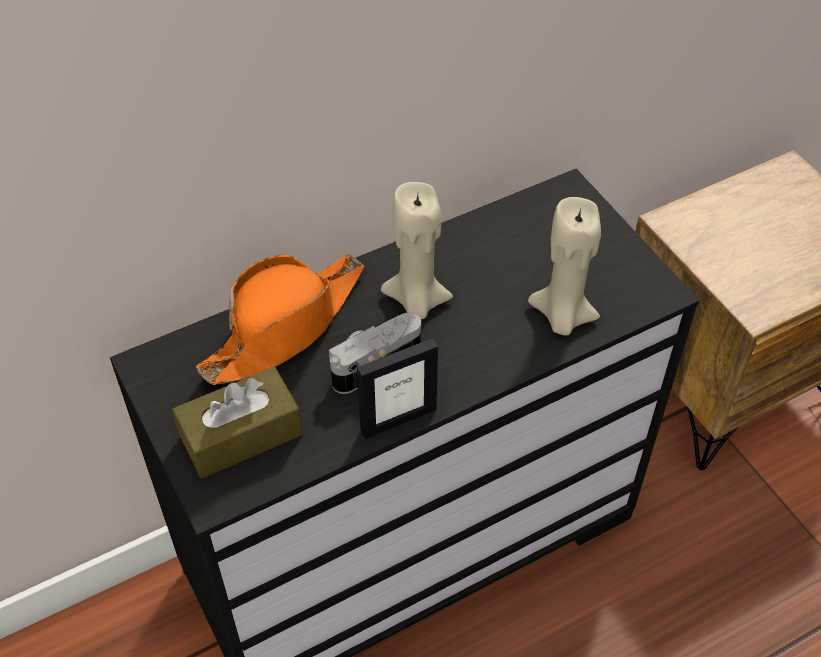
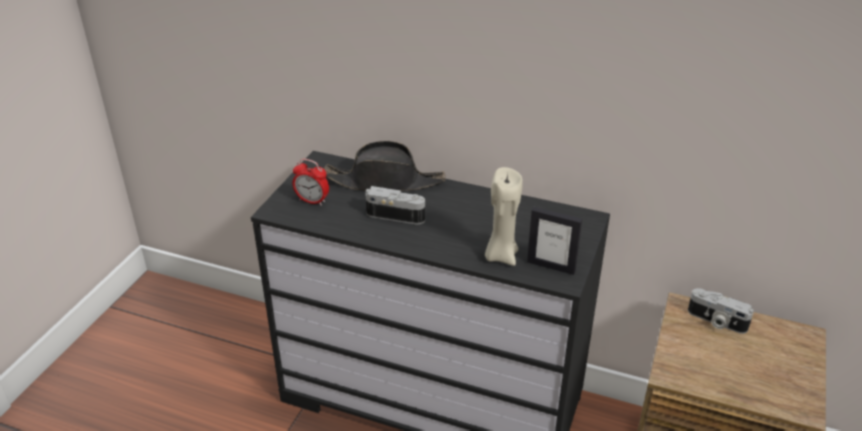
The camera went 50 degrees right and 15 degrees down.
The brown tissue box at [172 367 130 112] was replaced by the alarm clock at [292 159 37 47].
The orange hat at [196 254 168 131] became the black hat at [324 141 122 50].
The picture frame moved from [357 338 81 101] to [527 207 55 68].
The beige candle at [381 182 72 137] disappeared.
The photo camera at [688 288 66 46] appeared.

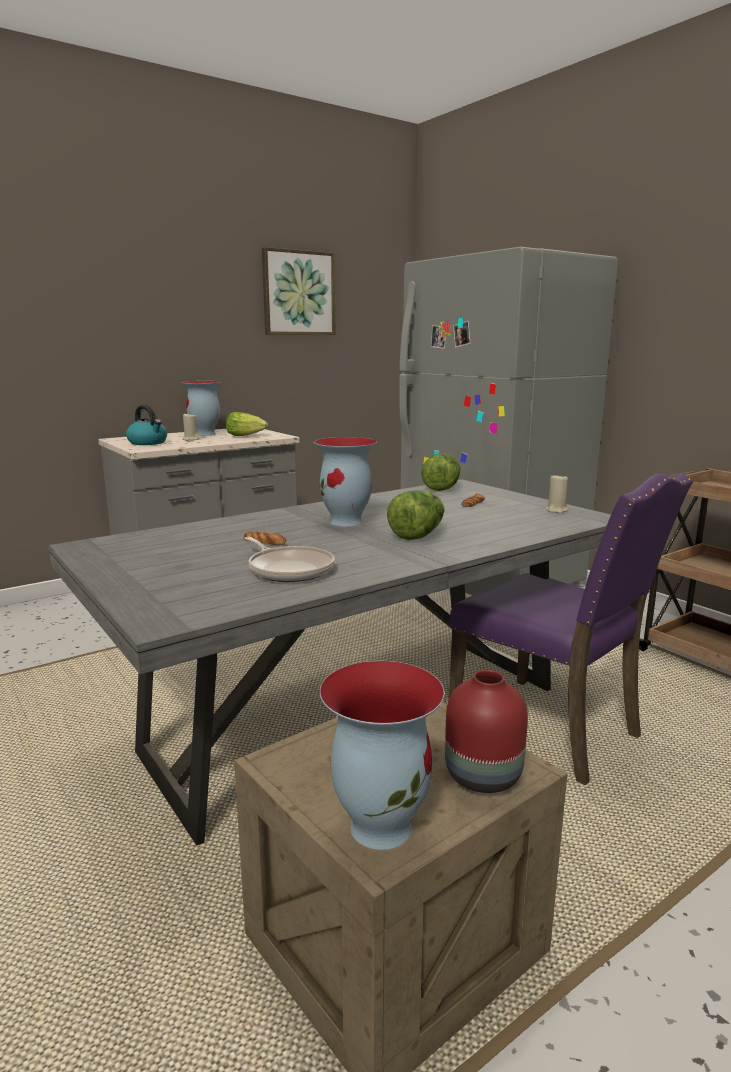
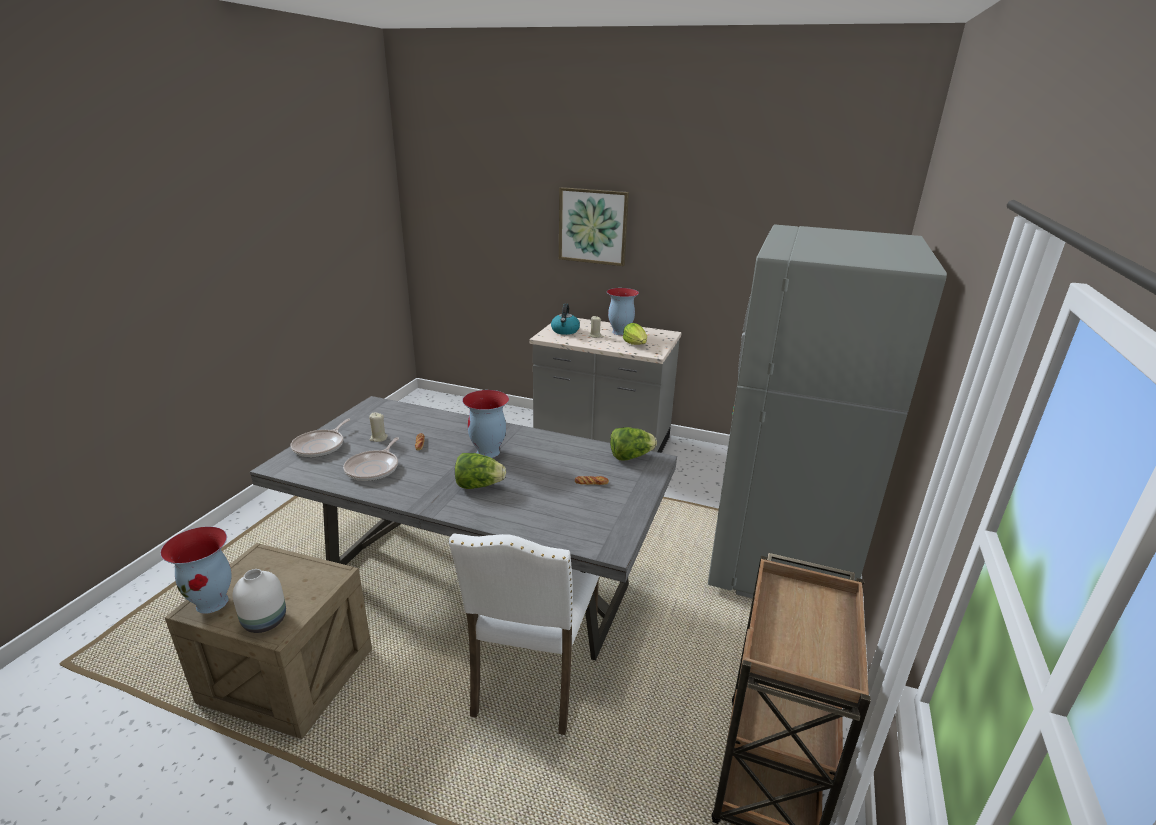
The camera went 55 degrees right and 10 degrees up.
The picture moved from [262 247 74 88] to [559 187 70 79].
The red vase at [445 670 83 123] became the white vase at [233 569 53 64].
The purple chair at [449 473 244 312] became the white chair at [449 533 151 202].
The beige candle moved from [546 475 22 38] to [369 412 19 30].
The frying pan at [291 419 59 38] appeared.

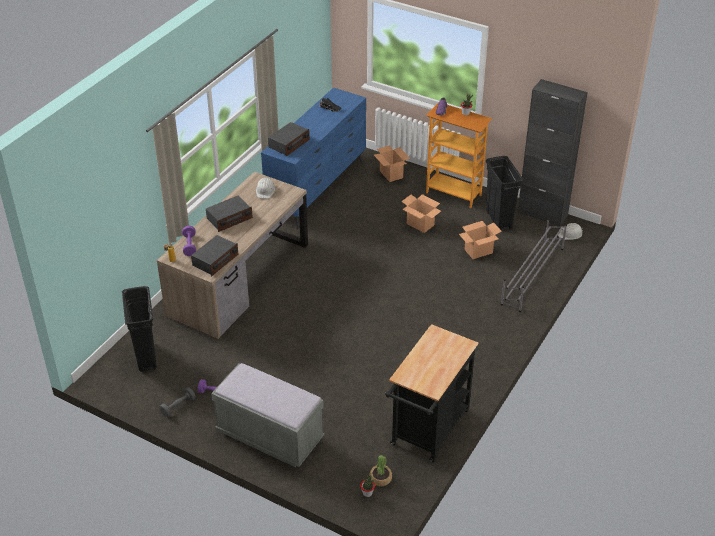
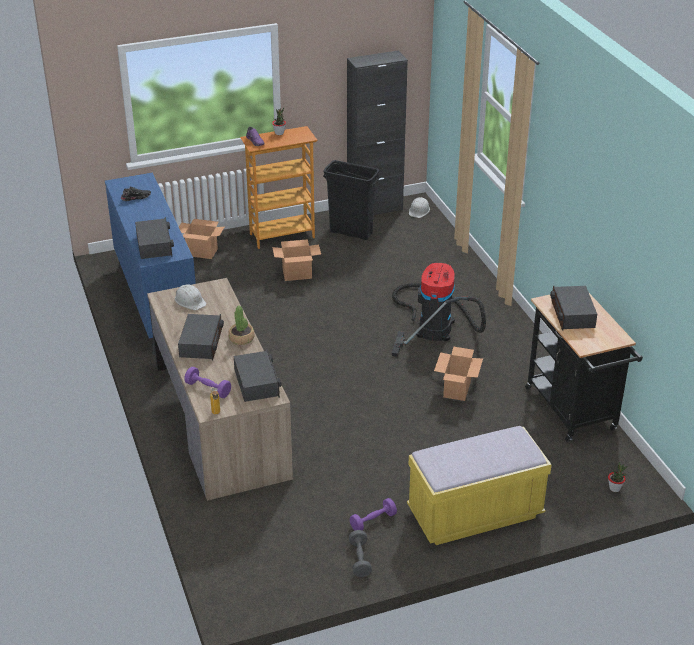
The camera went 50 degrees left and 5 degrees down.
The black trash can at [122 286 35 86] disappeared.
The grey bench at [211 363 113 104] became the yellow bench at [407 426 145 119].
The potted plant moved from [369 455 23 32] to [228 306 27 39].
The cardboard box moved from [459 221 43 38] to [434 347 49 54].
The grey shoe rack at [501 218 66 94] disappeared.
The vacuum cleaner at [392 263 94 94] appeared.
The radio at [550 285 47 46] appeared.

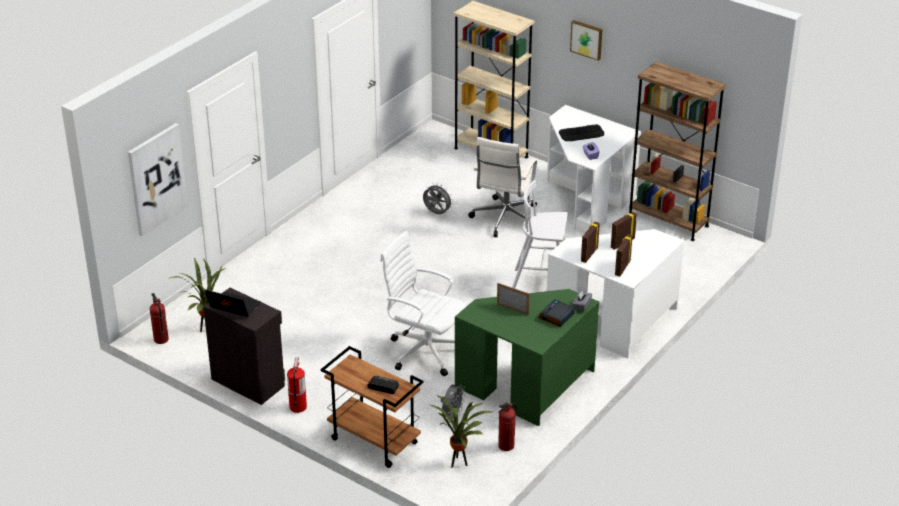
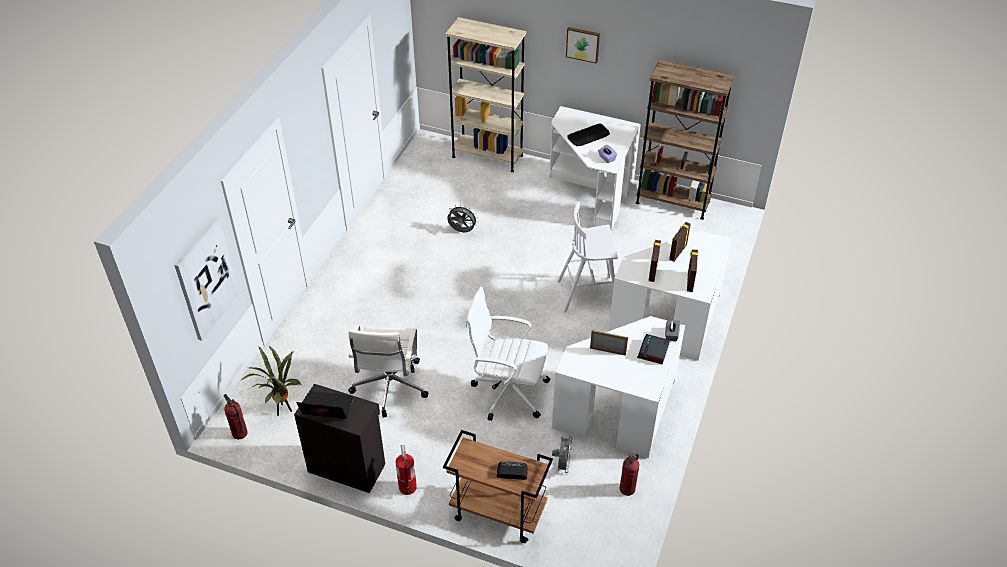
The camera went 15 degrees left and 10 degrees up.
The potted plant at [430 395 62 73] disappeared.
The green desk at [455 289 144 137] became the white desk at [552 316 133 142].
The white office chair moved from [468 137 70 100] to [348 325 80 93].

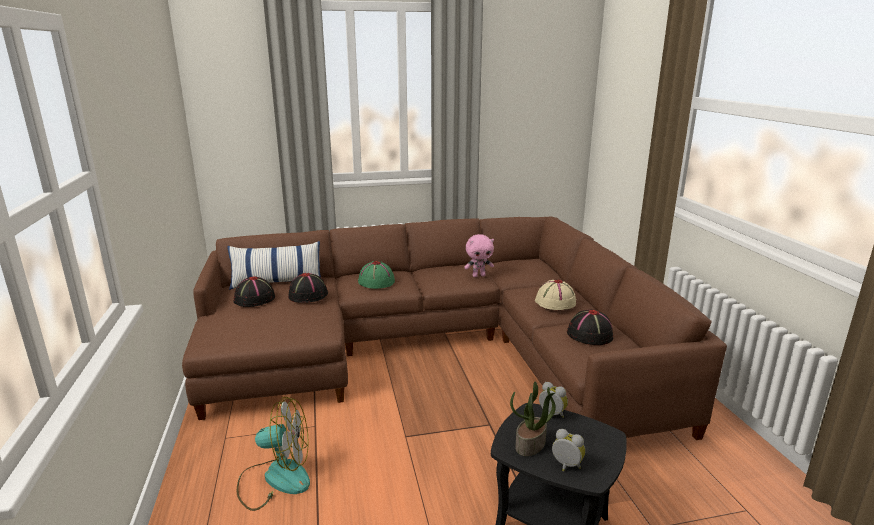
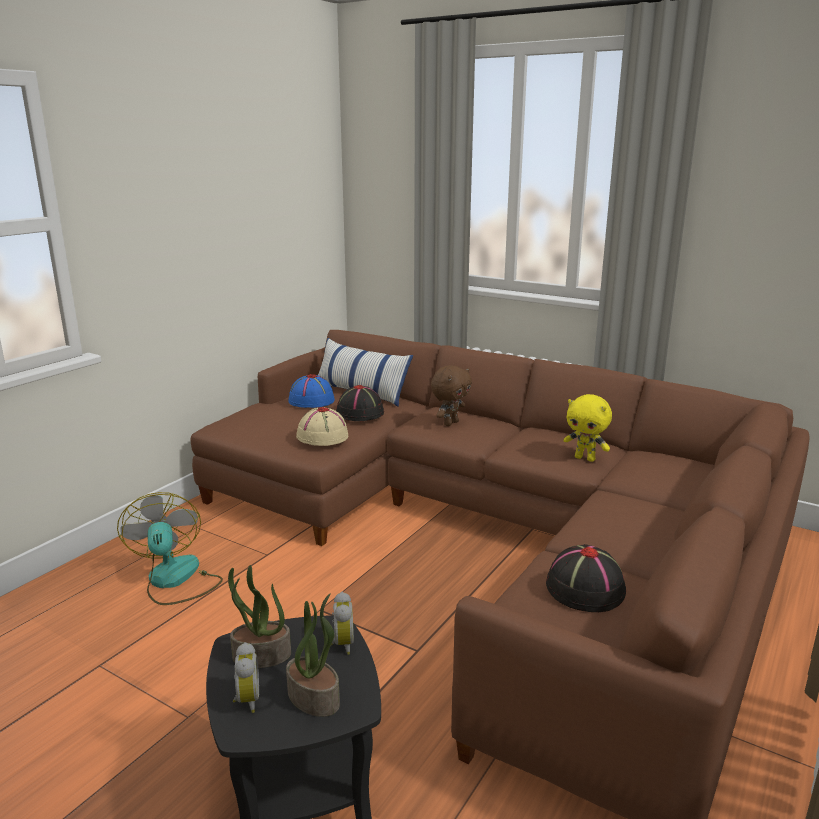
The camera went 45 degrees right and 0 degrees up.
The black hat at [233 276 42 31] became the blue hat at [288 374 47 34].
The fan at [237 397 73 114] turned 150 degrees counterclockwise.
The green hat at [358 261 37 28] was replaced by the brown plush toy at [431 365 41 61].
The pink plush toy at [464 234 30 43] became the yellow plush toy at [563 394 49 68].
The beige hat moved from [535 279 41 31] to [296 407 52 39].
The potted plant at [286 593 54 124] appeared.

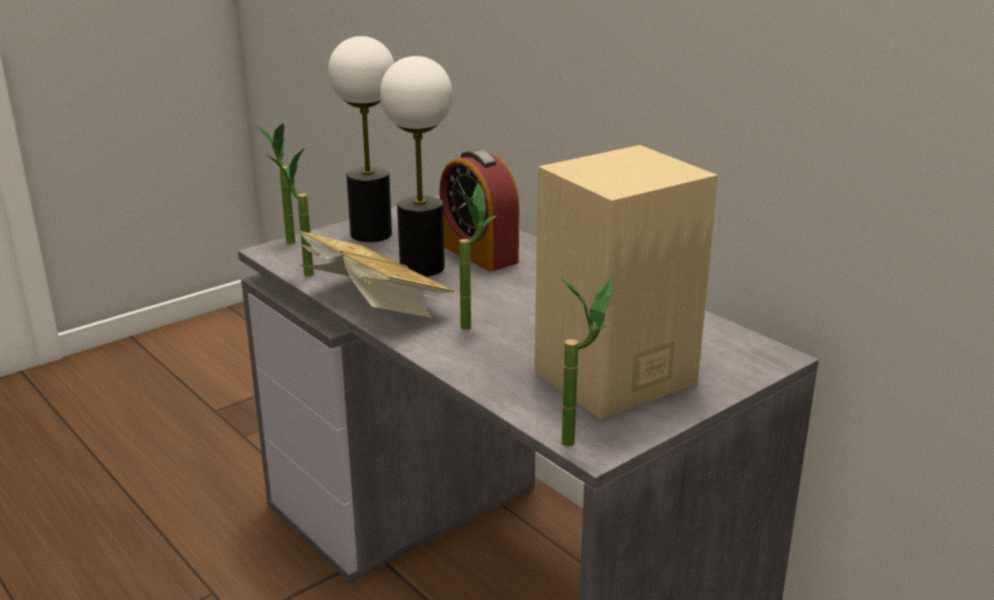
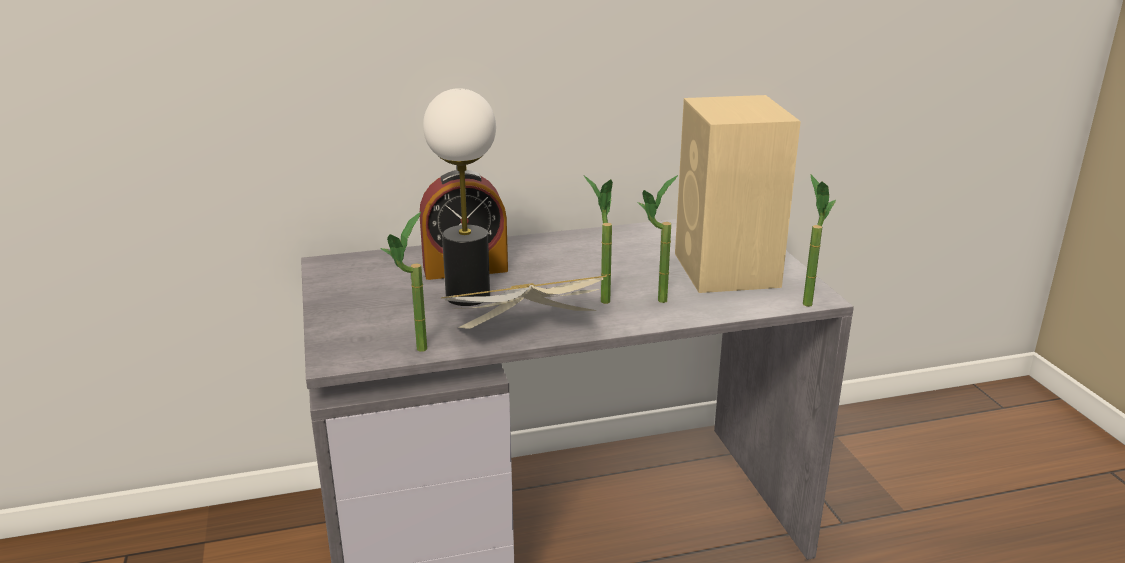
The camera went 65 degrees left and 0 degrees up.
The potted plant moved from [255 123 40 121] to [638 175 40 128].
The table lamp at [328 36 66 206] disappeared.

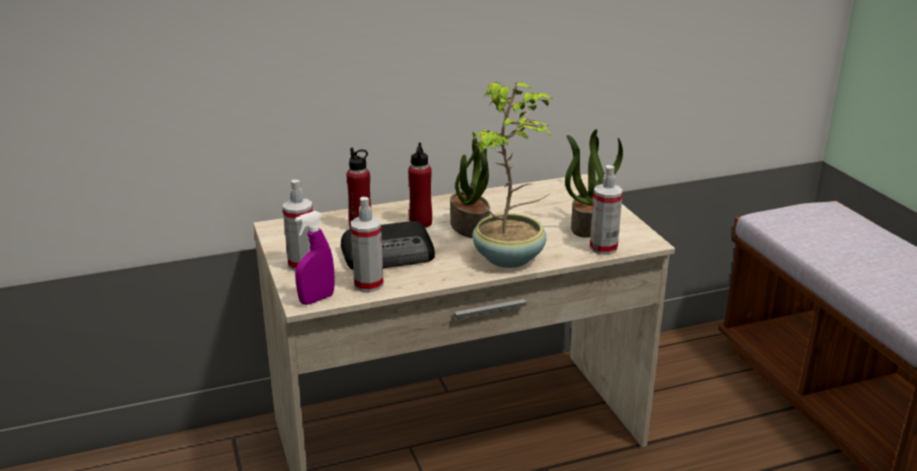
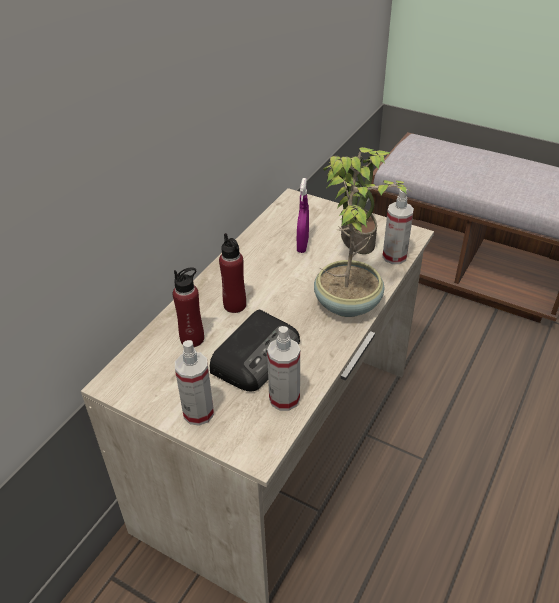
The camera went 40 degrees left and 15 degrees up.
The purple spray bottle moved from [295 211 40 94] to [297 178 12 75].
The potted plant at [450 132 40 106] disappeared.

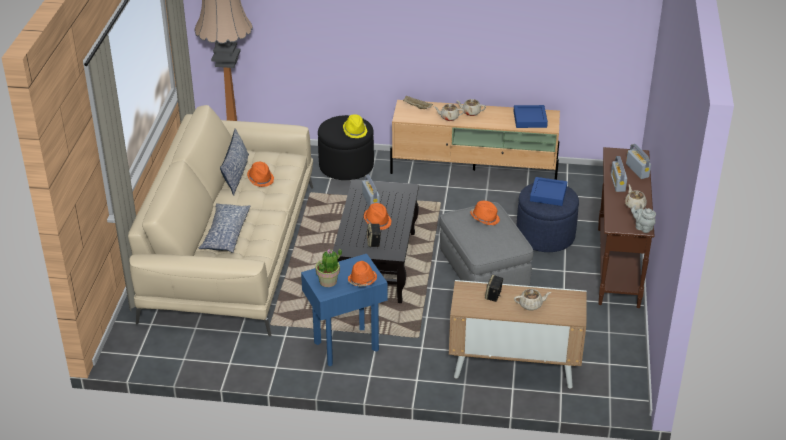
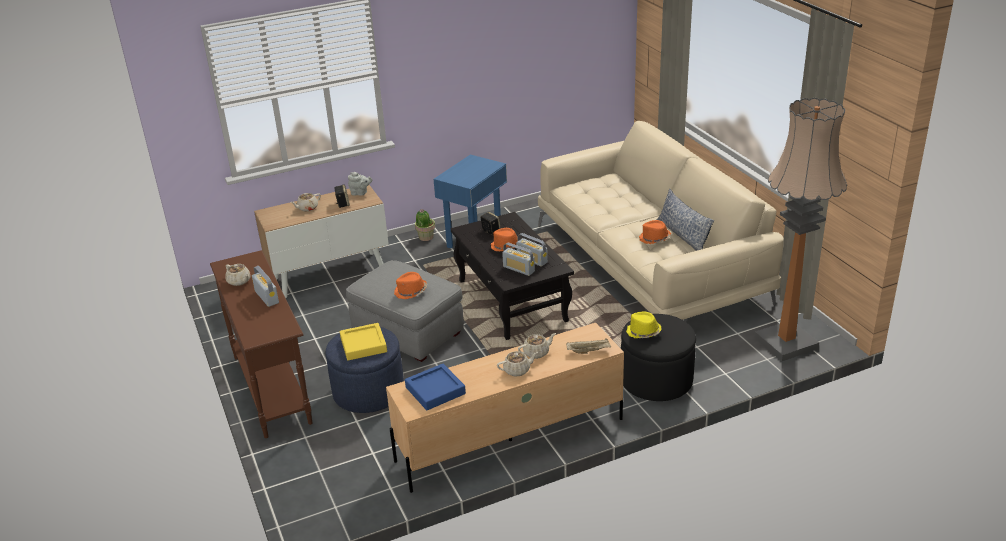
The camera went 150 degrees right and 5 degrees down.
The pillow at [199 203 52 50] disappeared.
The potted plant moved from [315 249 27 38] to [415 209 20 32].
The orange hat at [348 261 29 26] disappeared.
The blue tray at [530 177 37 29] became the yellow tray at [340 323 47 38].
The radio moved from [626 144 25 35] to [502 243 33 33].
The grey teapot moved from [631 205 25 28] to [348 172 25 24].

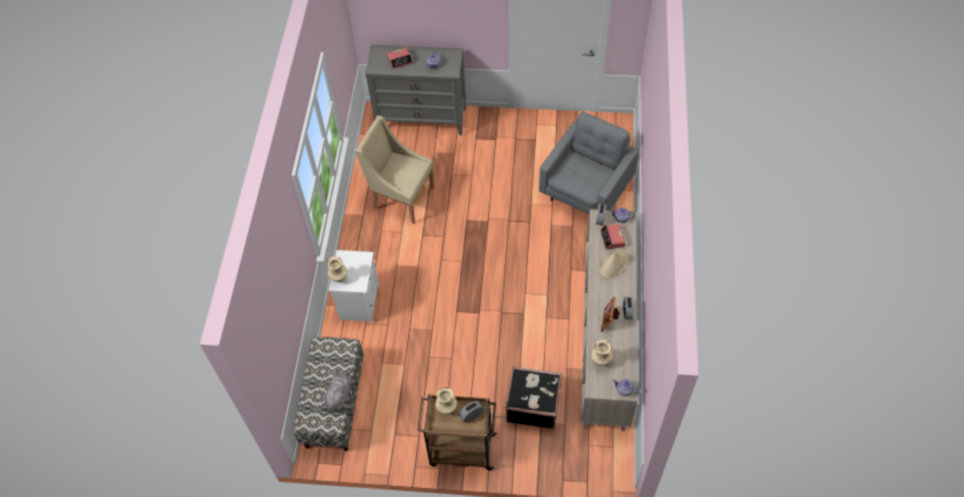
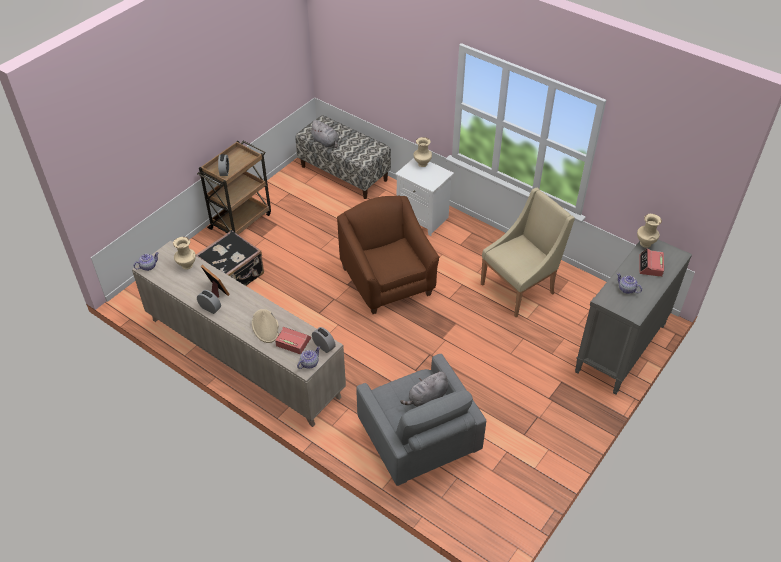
The camera went 120 degrees right and 10 degrees down.
The beige vase moved from [435 387 22 27] to [637 214 25 34].
The brown armchair at [337 196 103 118] appeared.
The grey plush toy at [400 371 48 36] appeared.

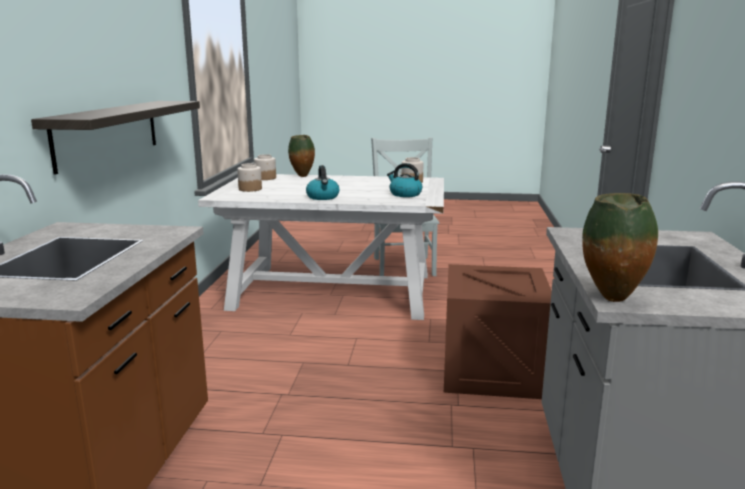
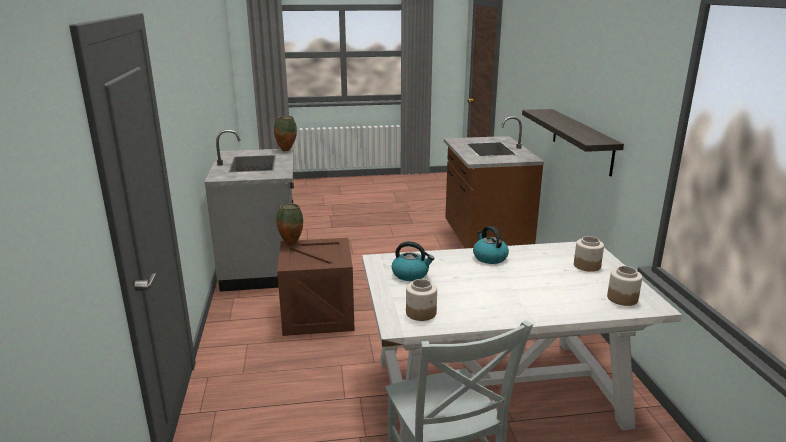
The camera went 165 degrees right and 5 degrees up.
The vase moved from [288 135 27 42] to [276 203 27 43].

